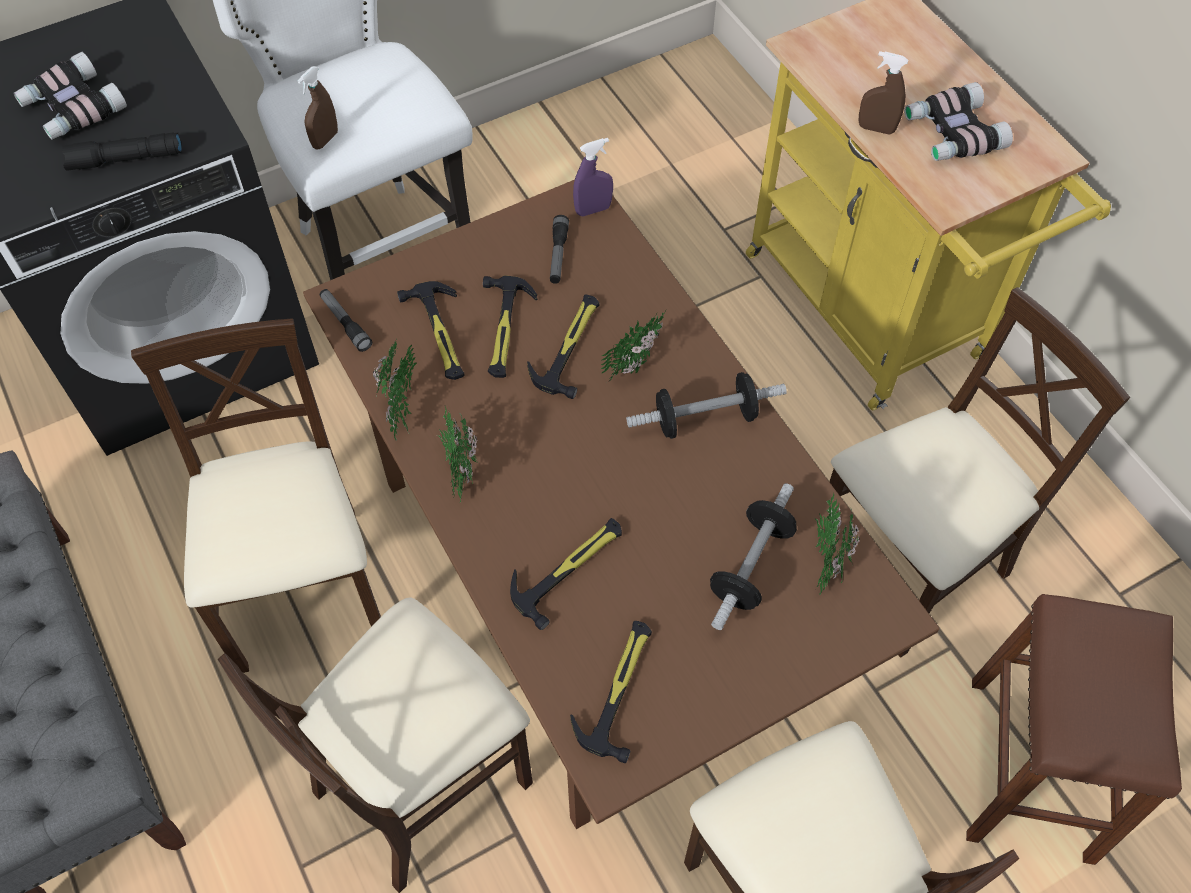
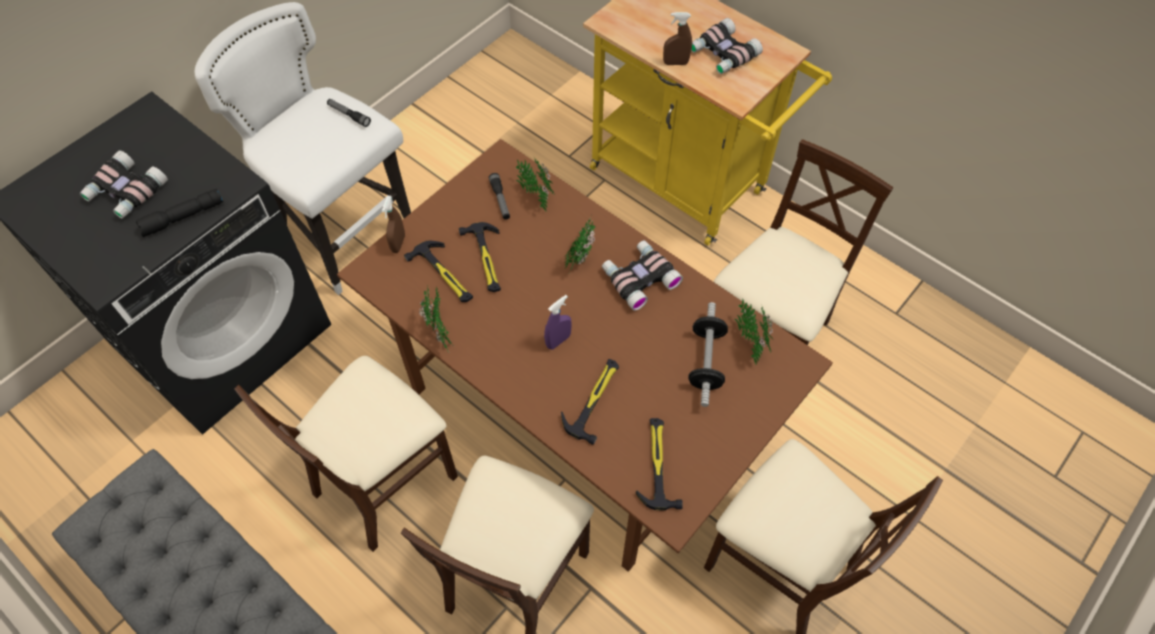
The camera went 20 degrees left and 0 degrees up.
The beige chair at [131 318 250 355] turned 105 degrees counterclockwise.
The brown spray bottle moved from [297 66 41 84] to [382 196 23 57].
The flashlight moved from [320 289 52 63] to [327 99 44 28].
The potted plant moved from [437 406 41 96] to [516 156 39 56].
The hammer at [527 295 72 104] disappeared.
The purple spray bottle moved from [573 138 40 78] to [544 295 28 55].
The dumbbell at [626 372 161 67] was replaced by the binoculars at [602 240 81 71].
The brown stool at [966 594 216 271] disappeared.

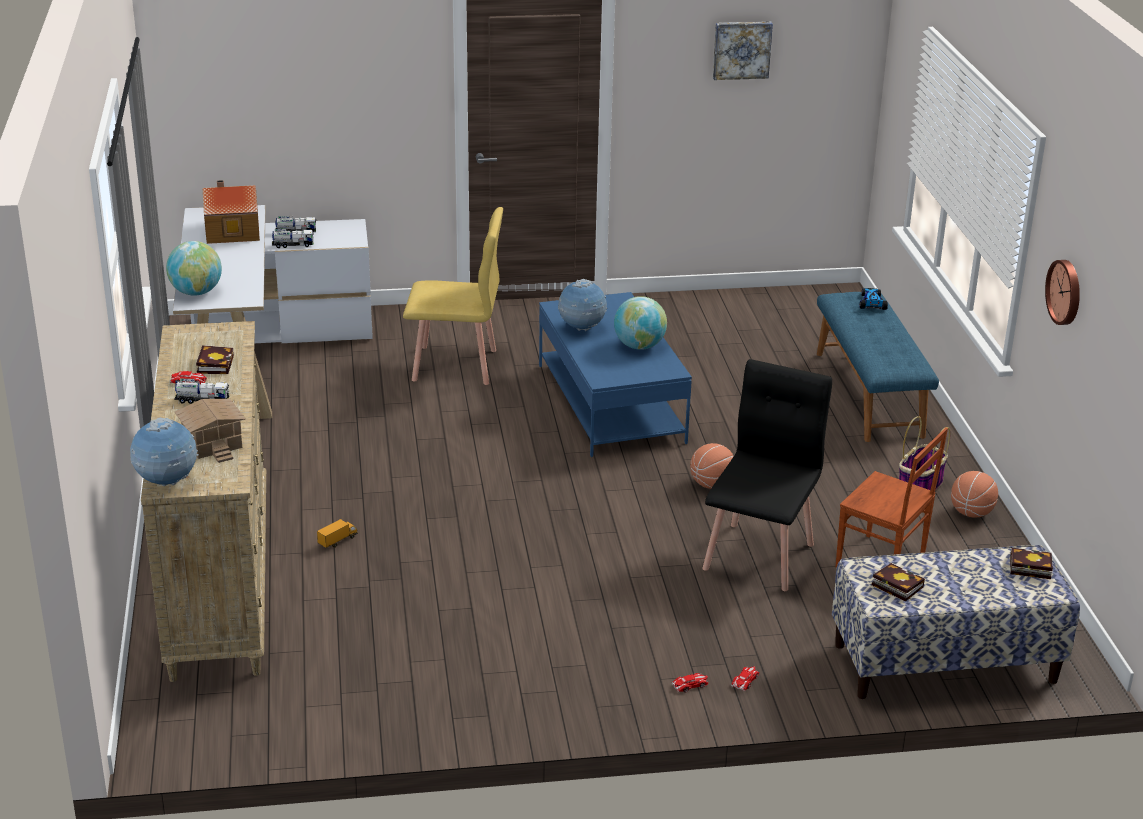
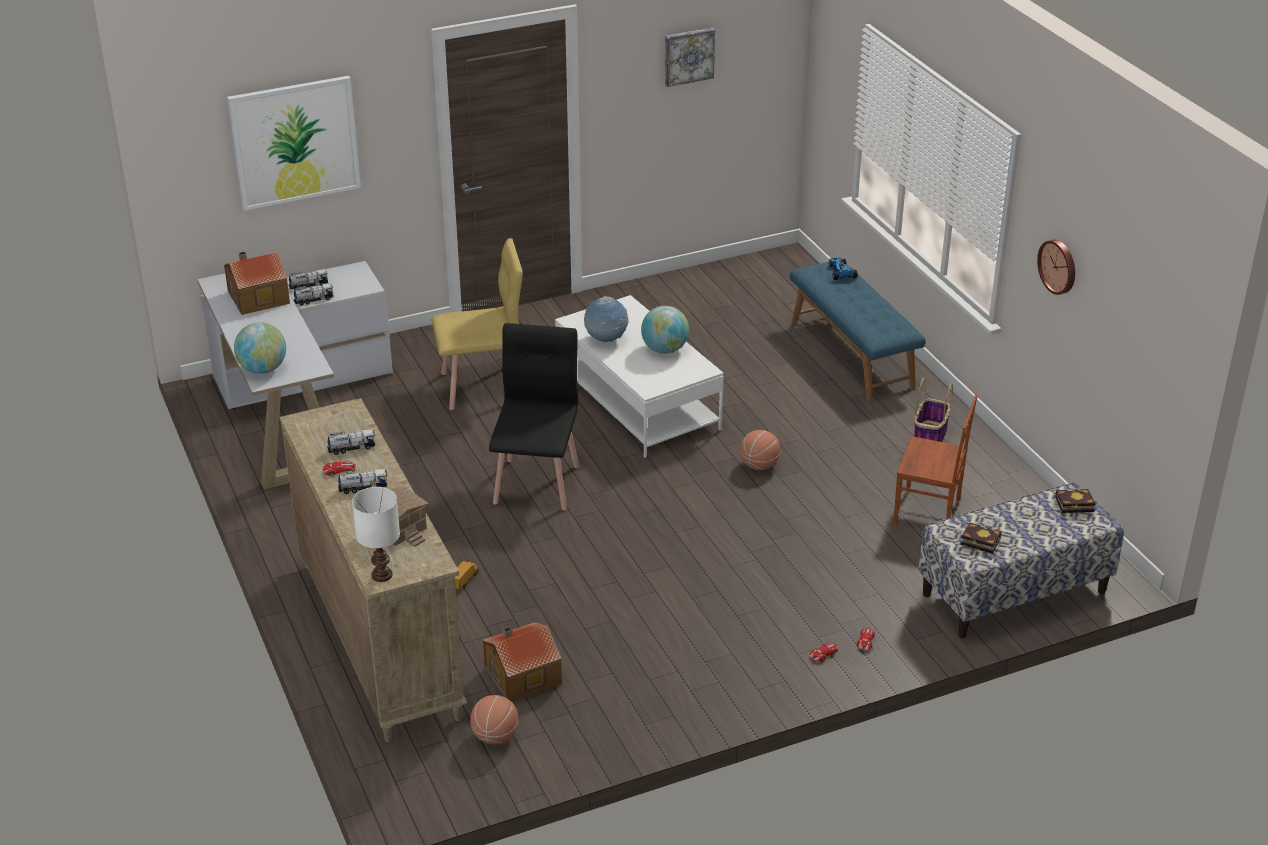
The camera went 15 degrees left and 5 degrees up.
The globe at [130 418 69 69] was replaced by the white table lamp at [352 487 48 95].
The book at [196 345 38 29] was replaced by the toy truck at [327 429 48 26].
The blue coffee table at [539 292 153 165] became the white coffee table at [555 295 169 163].
The black chair moved from [702 359 130 232] to [489 323 90 188].
The basketball moved from [951 471 47 47] to [470 695 48 49].
The picture at [227 76 134 135] appeared.
The toy house at [482 622 80 80] appeared.

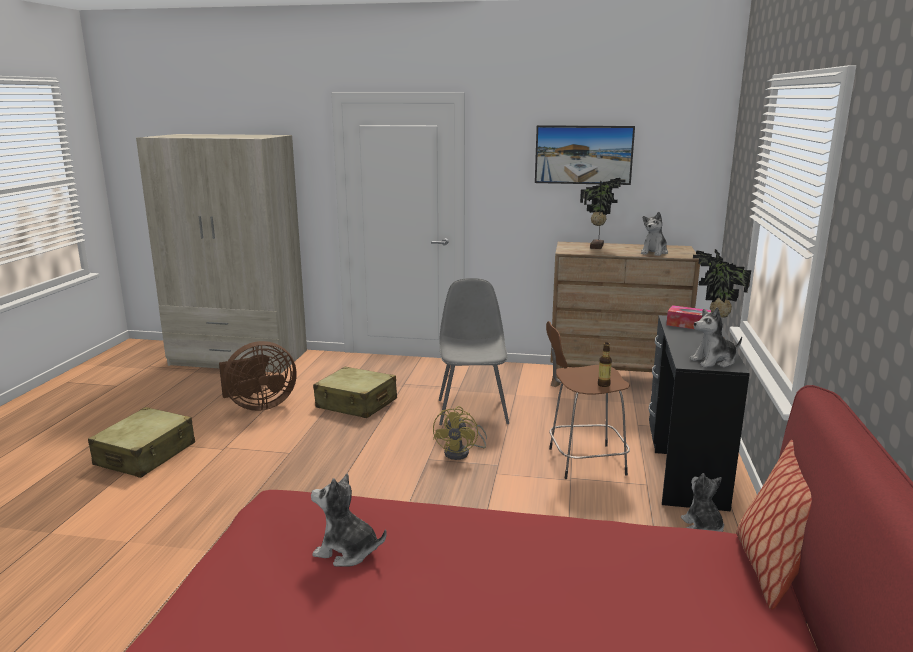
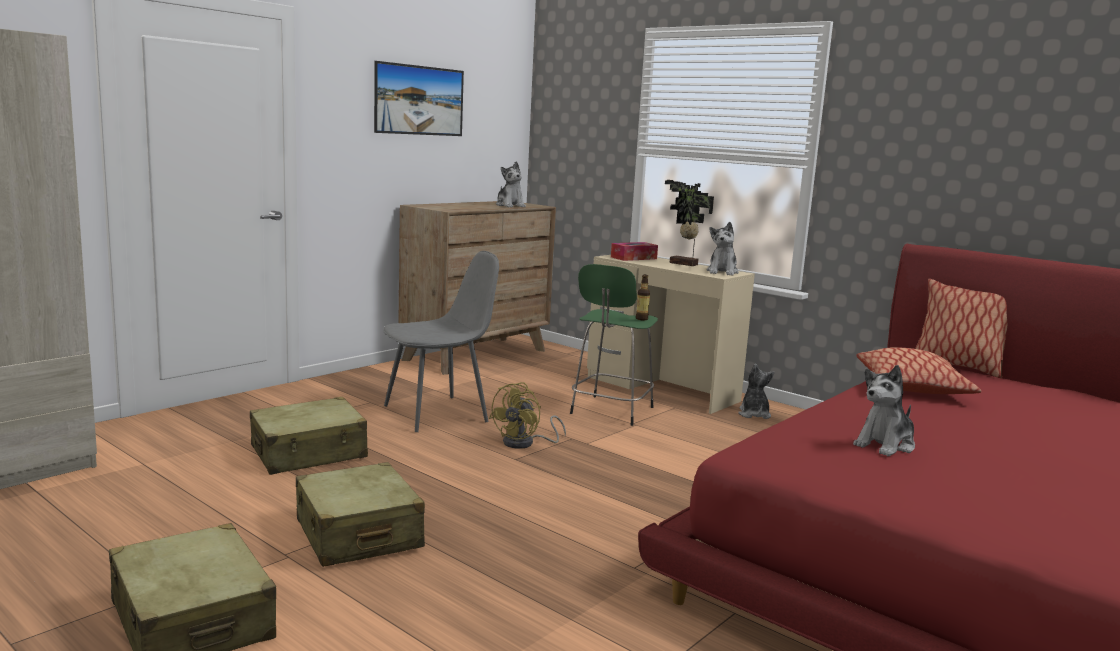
The camera went 60 degrees left and 5 degrees down.
The brown fan at [219 341 78 70] disappeared.
The yellow fan at [433 406 54 54] turned 75 degrees clockwise.
The grey chair at [439 278 70 147] turned 120 degrees clockwise.
The brown stool at [546 321 84 158] became the green stool at [570 264 88 162].
The potted plant at [580 178 46 71] disappeared.
The black desk at [649 315 101 196] became the beige desk at [587 255 168 159].
The plush toy at [681 473 43 59] turned 75 degrees clockwise.
The beige suitcase at [296 462 129 105] appeared.
The pillow at [856 347 125 47] appeared.

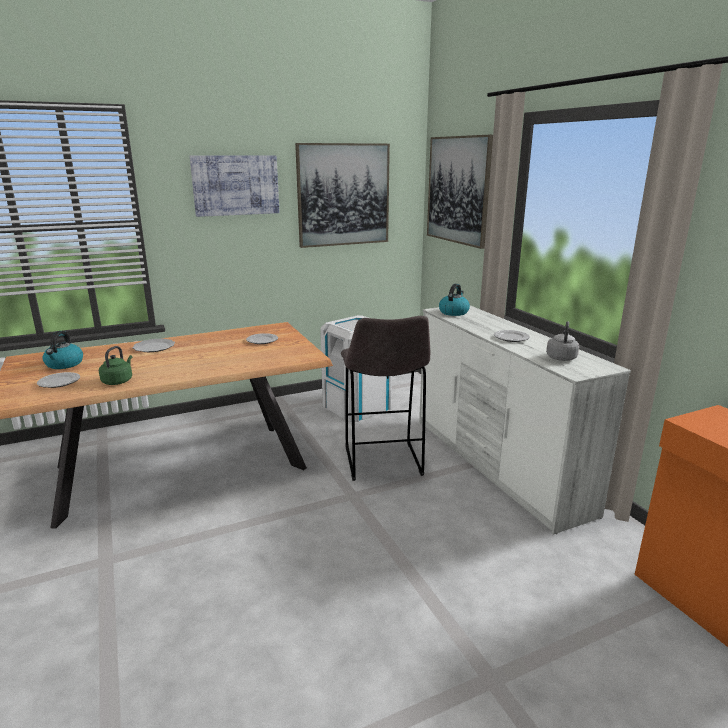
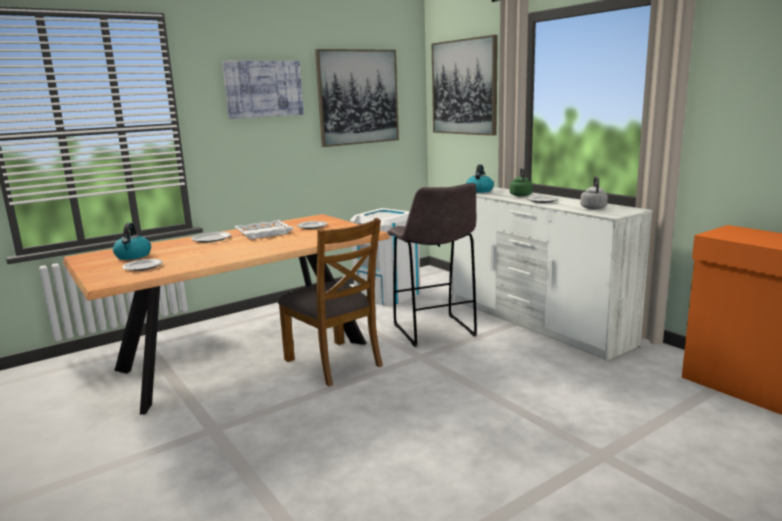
The camera went 10 degrees left and 5 degrees down.
The green kettle moved from [99 346 33 39] to [510 167 23 29].
The white tray at [235 220 58 19] appeared.
The brown chair at [278 218 105 168] appeared.

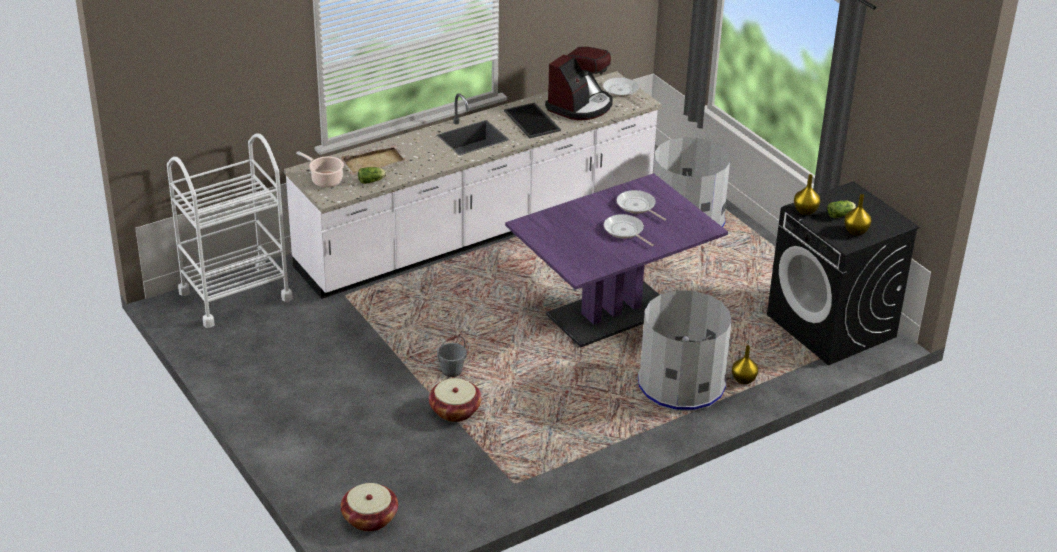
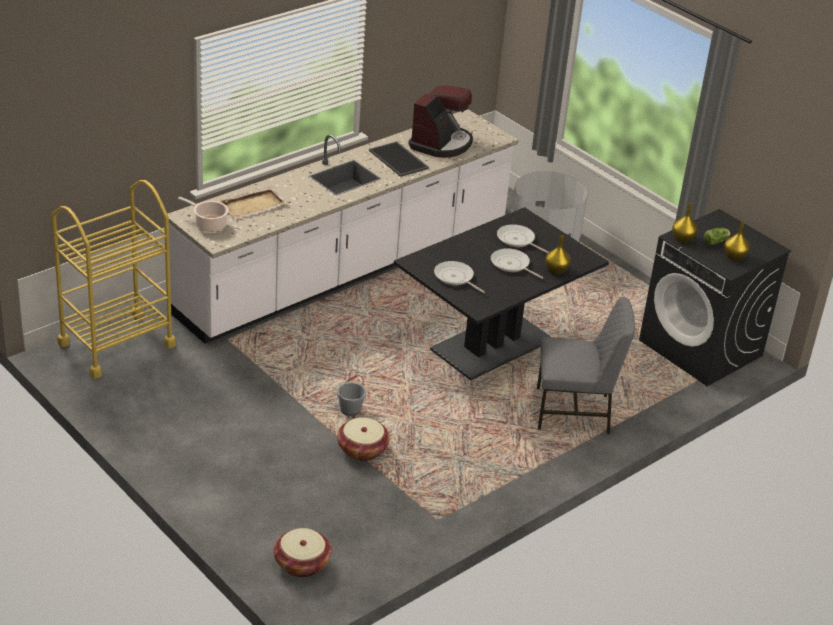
The camera went 10 degrees left and 0 degrees up.
The white cart at [167 133 126 195] became the yellow cart at [51 180 125 199].
The lettuce at [358 167 28 17] disappeared.
The purple dining table at [505 173 223 174] became the black dining table at [394 207 215 174].
The frying pan moved from [603 77 43 27] to [434 261 51 32].
The grey trash can at [638 290 94 121] was replaced by the grey chair at [537 297 98 137].
The yellow vase moved from [732 345 26 39] to [545 235 26 39].

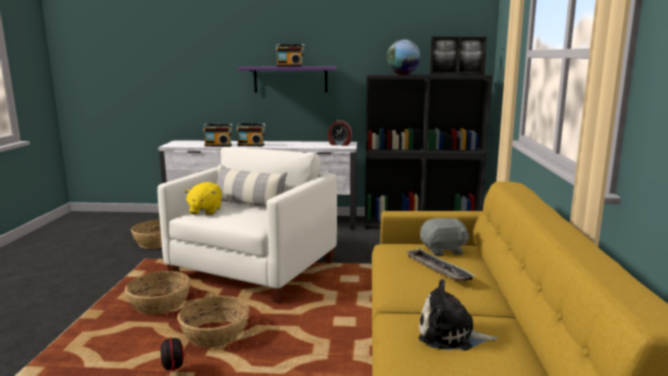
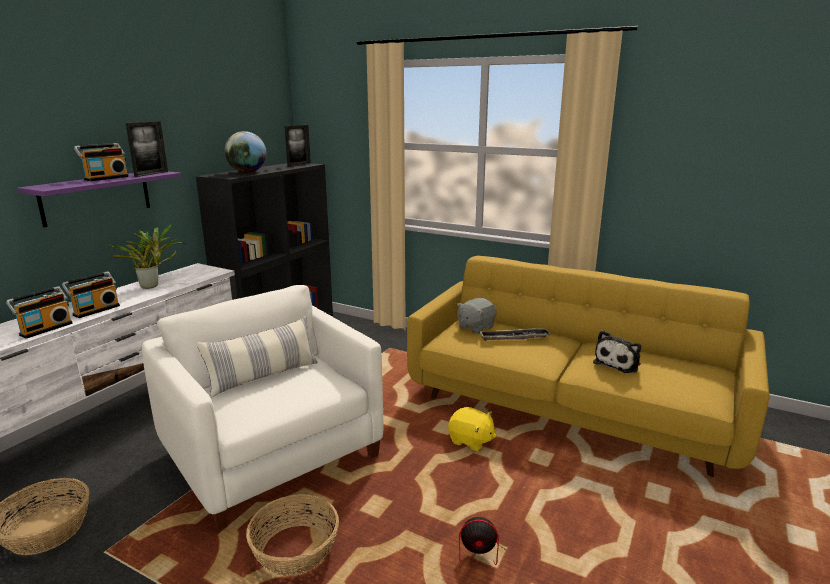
The camera went 65 degrees left and 5 degrees up.
The basket at [177 296 73 52] disappeared.
The yellow plush toy moved from [184 182 38 33] to [448 407 48 44].
The alarm clock at [328 120 25 26] disappeared.
The grey plush toy at [420 217 50 39] turned 150 degrees counterclockwise.
The picture frame moved from [429 36 32 39] to [126 121 42 56].
The potted plant at [103 224 83 65] appeared.

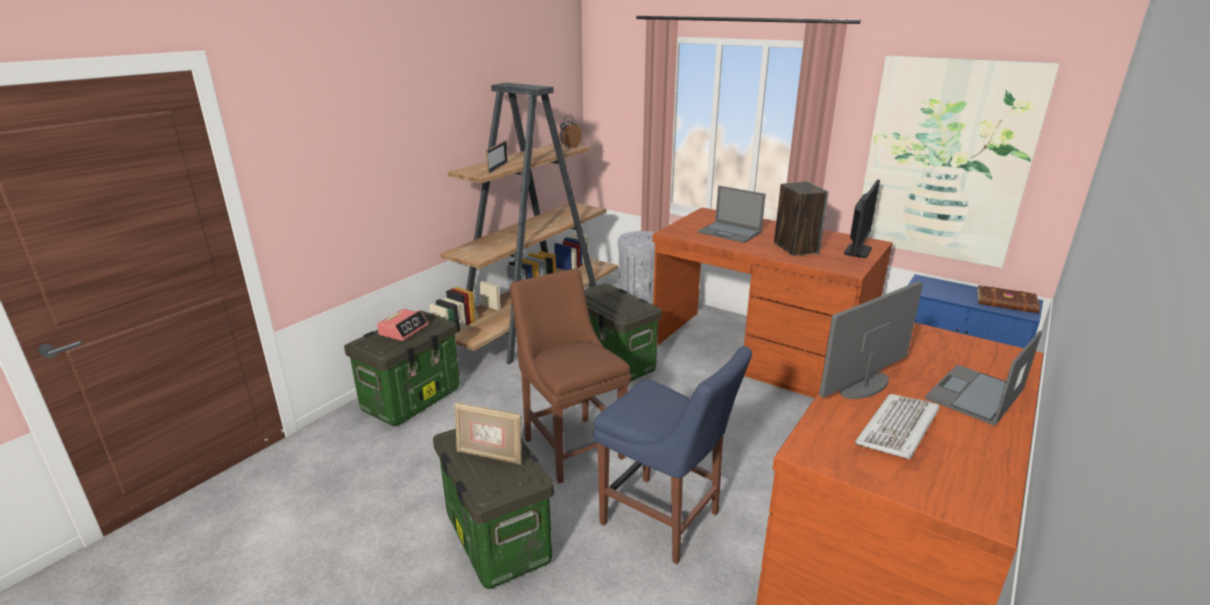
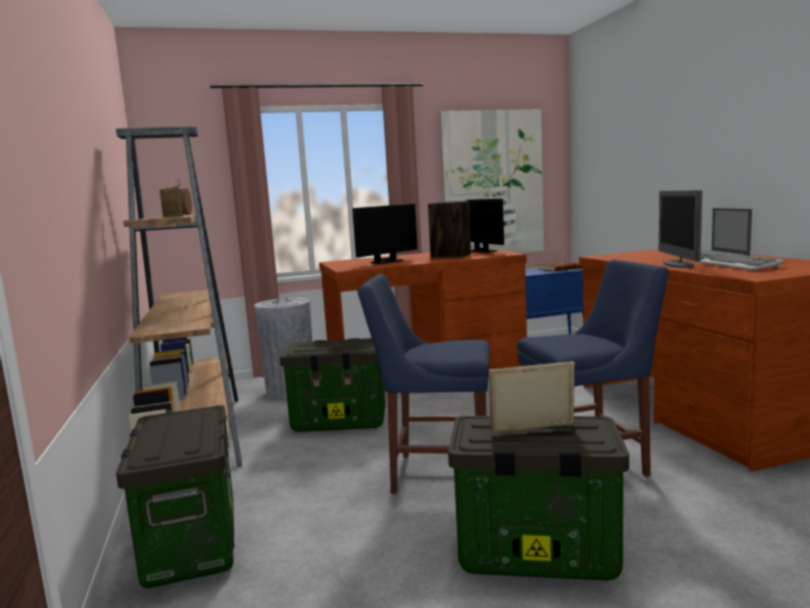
The camera went 50 degrees left and 15 degrees down.
The alarm clock at [377 309 52 32] disappeared.
The picture frame at [455 403 66 62] turned 150 degrees counterclockwise.
The brown chair at [510 268 121 216] became the blue chair at [357 274 133 220].
The laptop at [698 186 68 57] was replaced by the monitor at [352 204 66 60].

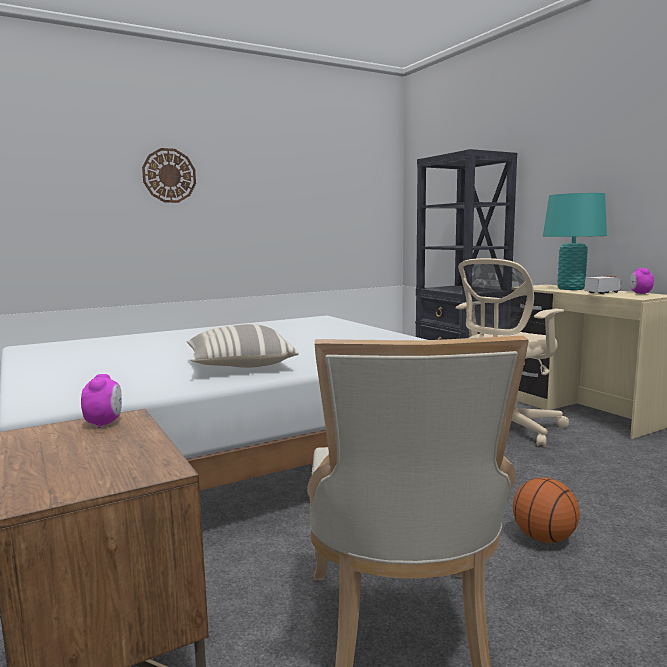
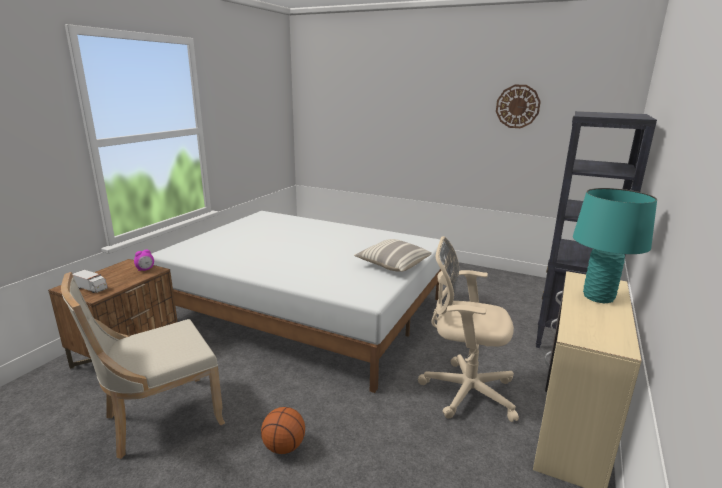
The camera went 55 degrees right and 10 degrees up.
The wall clock moved from [142 148 54 55] to [496 85 45 43].
The pillow moved from [186 324 113 44] to [354 239 78 33].
The toy truck moved from [584 276 38 18] to [73 270 35 23].
The alarm clock at [630 268 24 26] disappeared.

